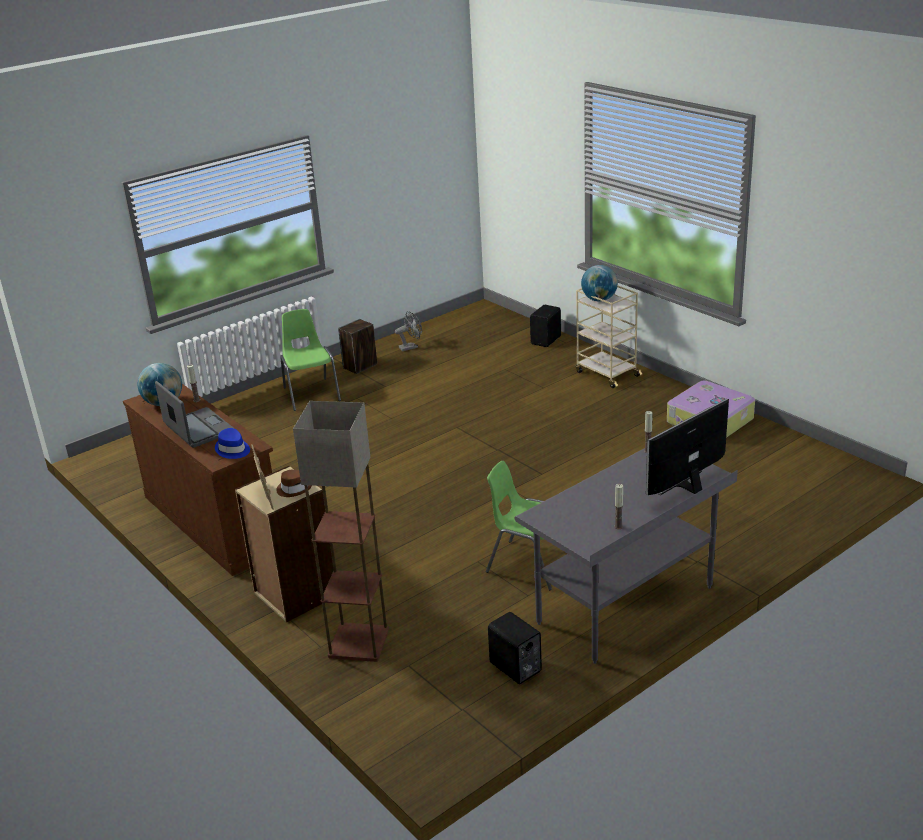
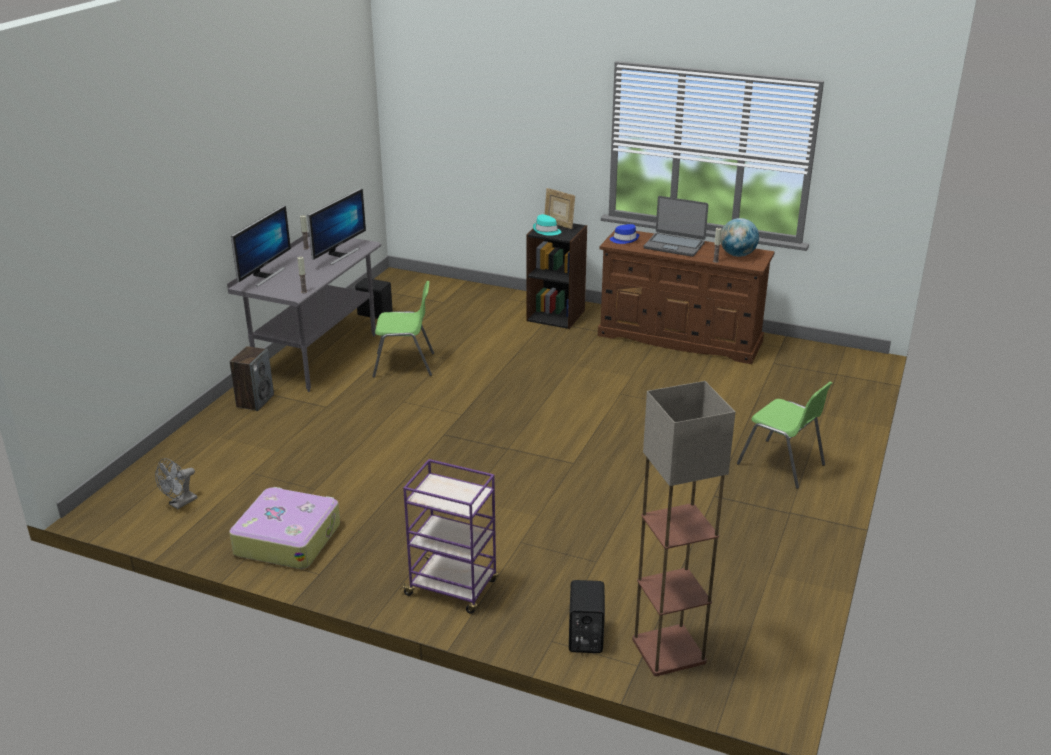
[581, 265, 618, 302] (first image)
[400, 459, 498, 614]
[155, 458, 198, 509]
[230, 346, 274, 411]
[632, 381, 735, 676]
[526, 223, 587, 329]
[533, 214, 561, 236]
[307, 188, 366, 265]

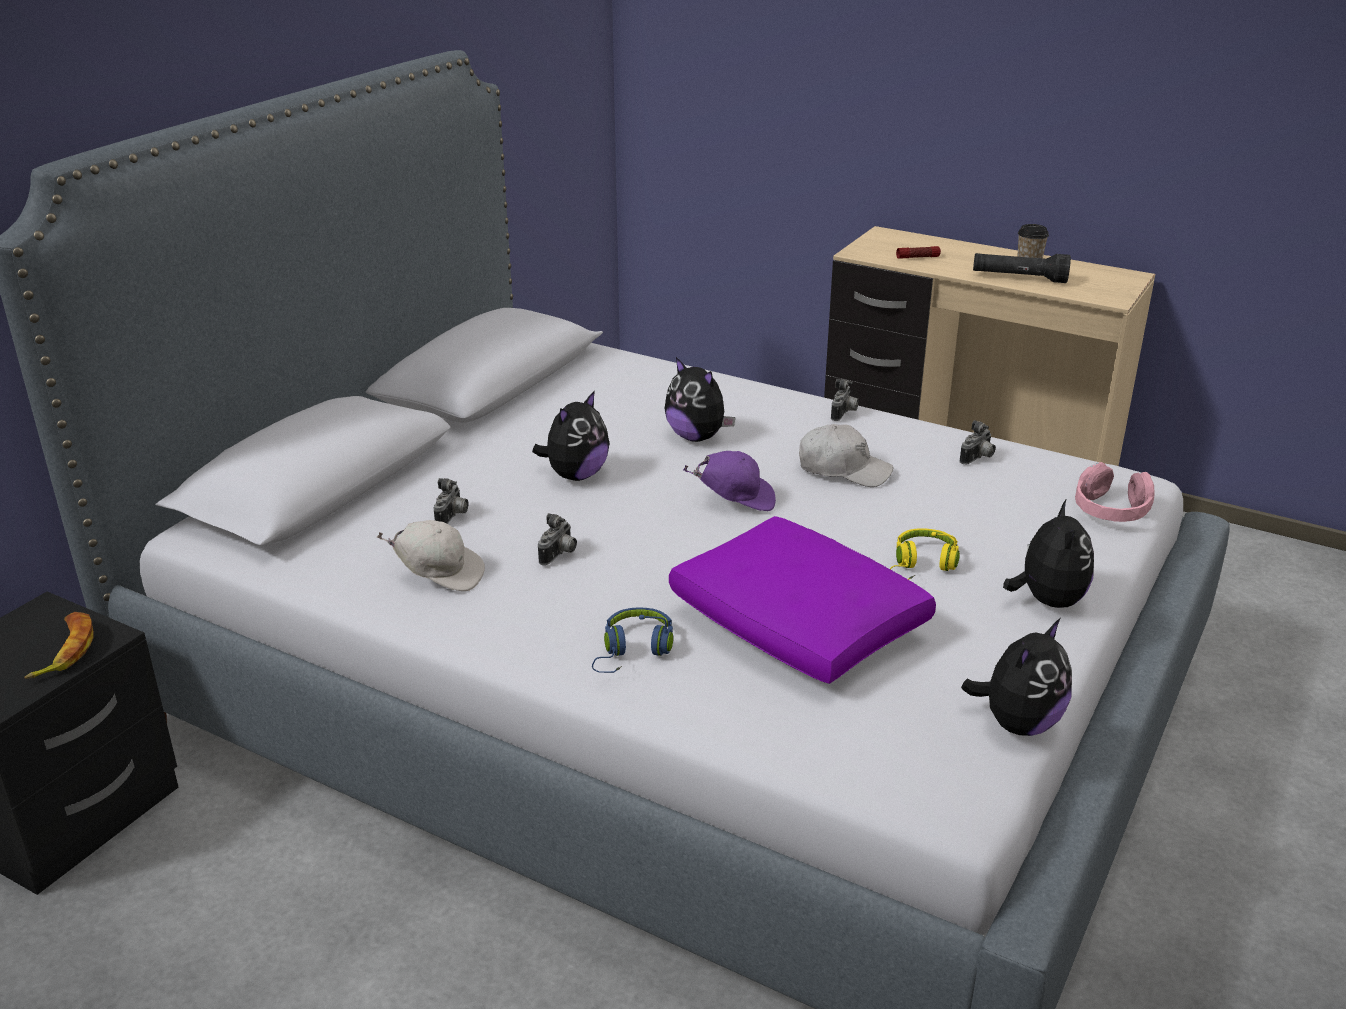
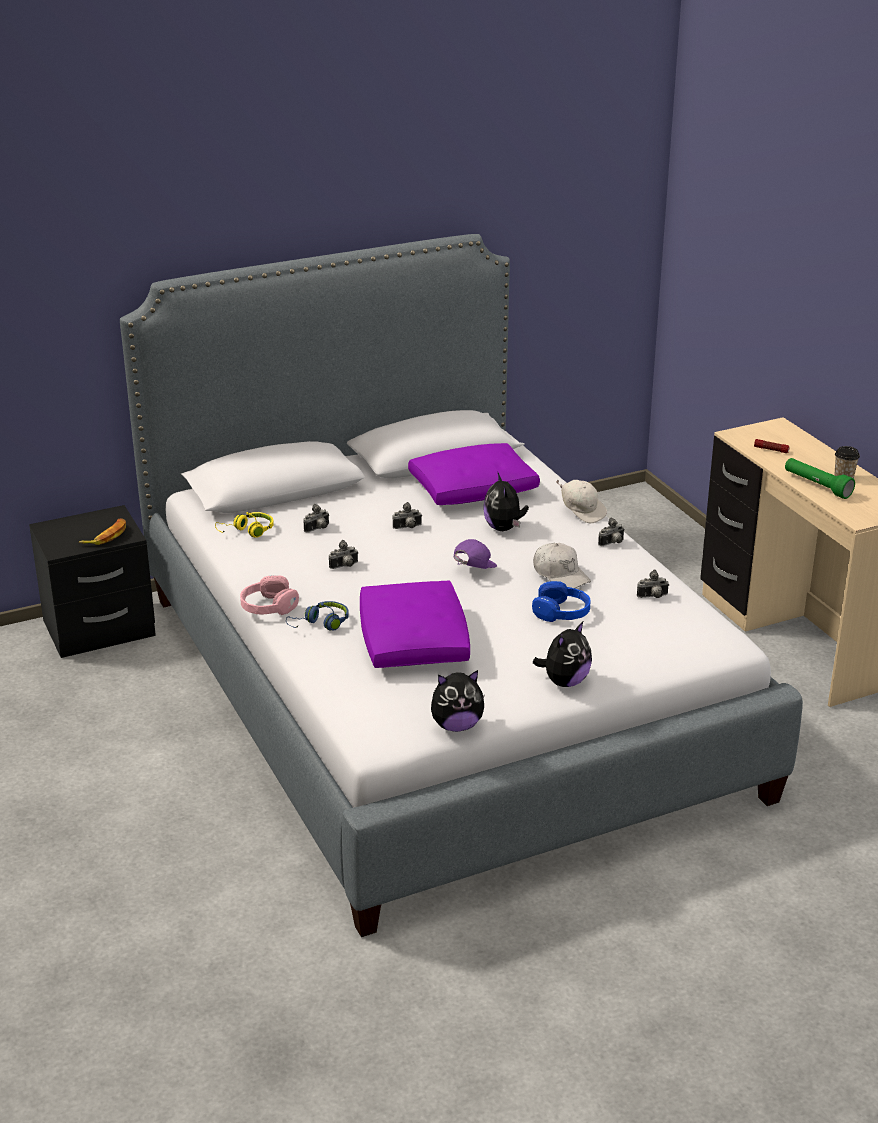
[785, 458, 855, 499]
[393, 502, 422, 529]
[454, 539, 497, 569]
[240, 575, 299, 615]
[556, 480, 607, 524]
[215, 512, 274, 538]
[408, 443, 540, 505]
[532, 581, 590, 622]

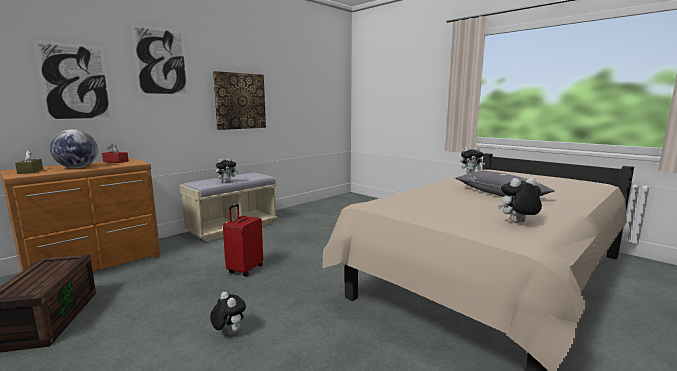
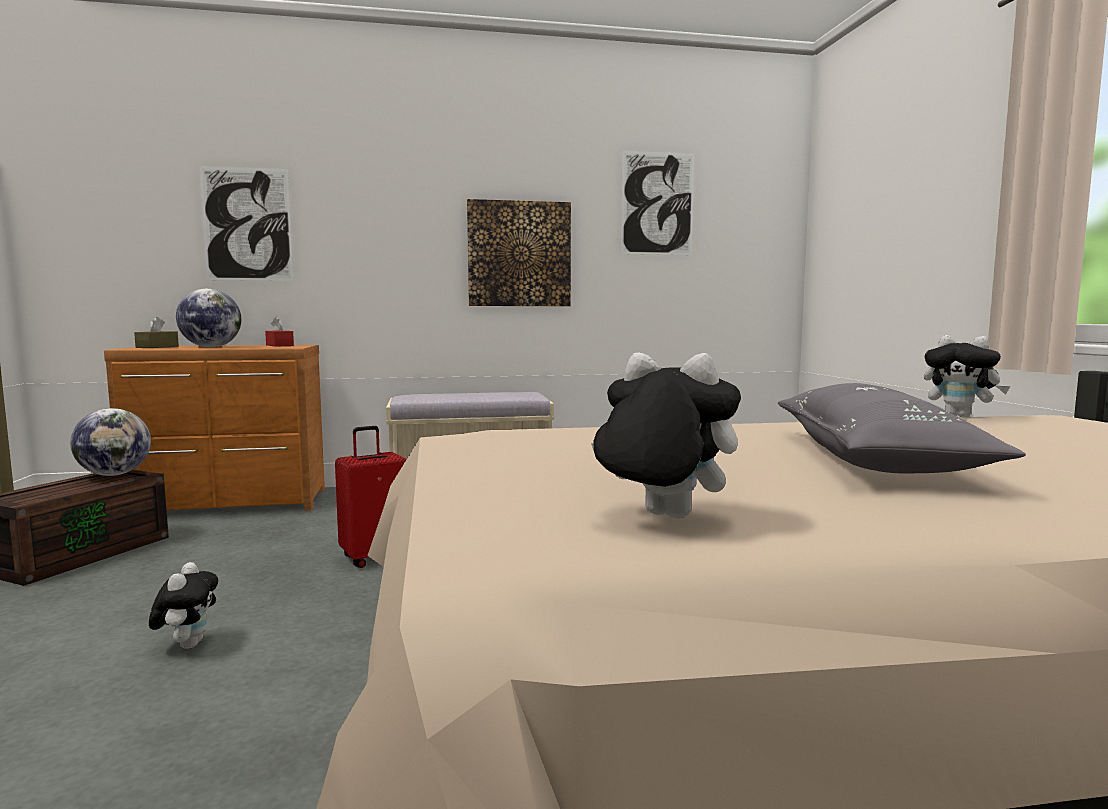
[621, 151, 694, 255]
[216, 158, 239, 183] (first image)
[70, 408, 151, 476]

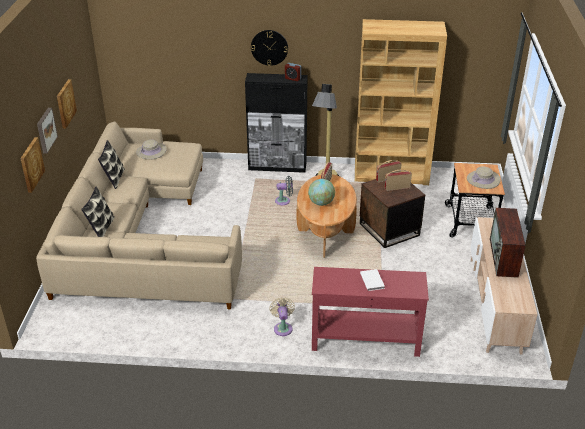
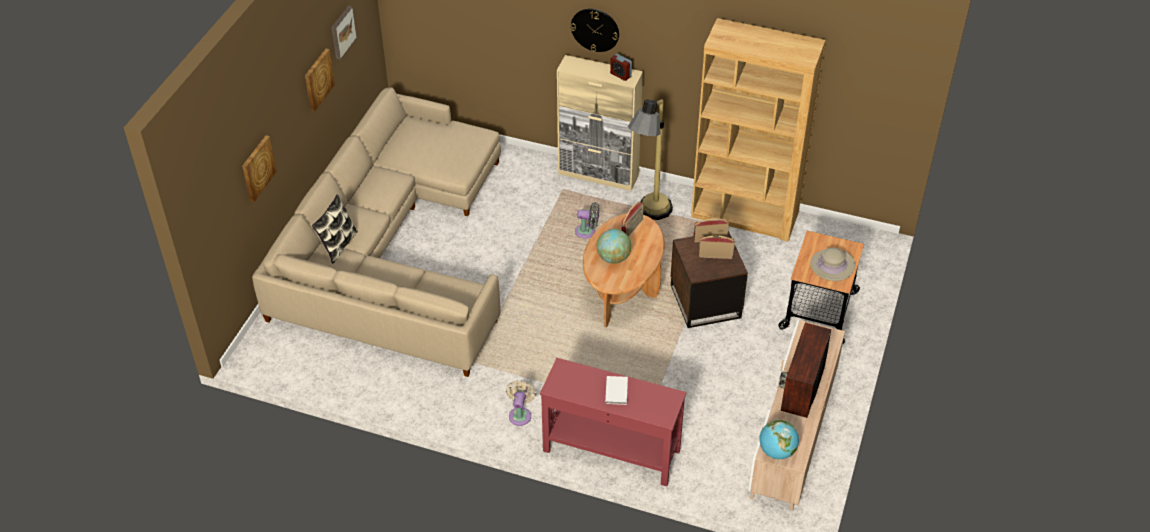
[557, 55, 643, 191]
[331, 5, 357, 60]
[136, 139, 167, 160] (first image)
[98, 140, 125, 189] (first image)
[759, 419, 799, 459]

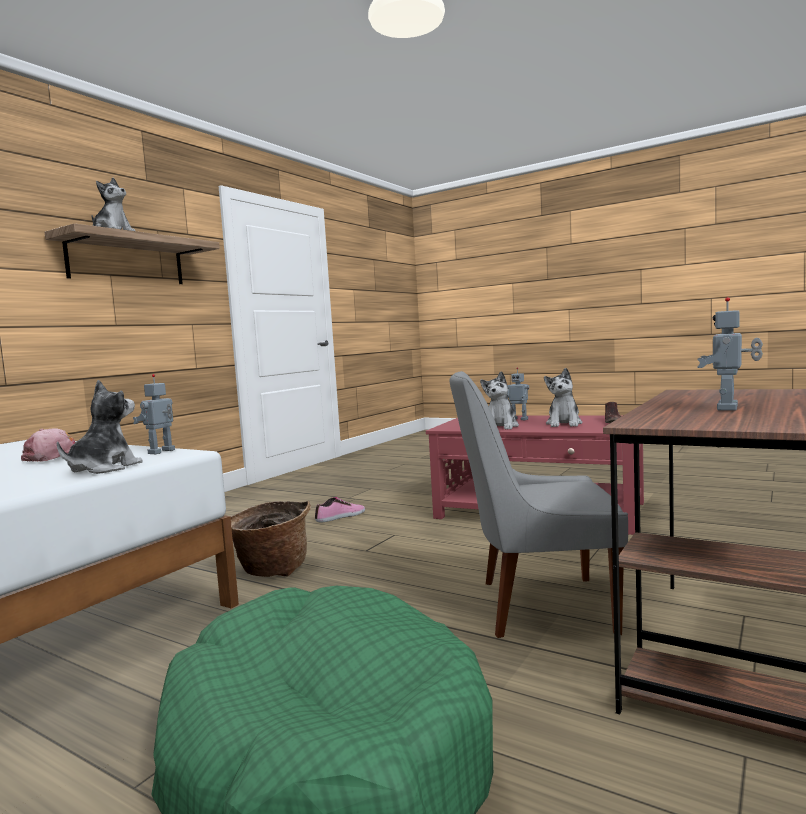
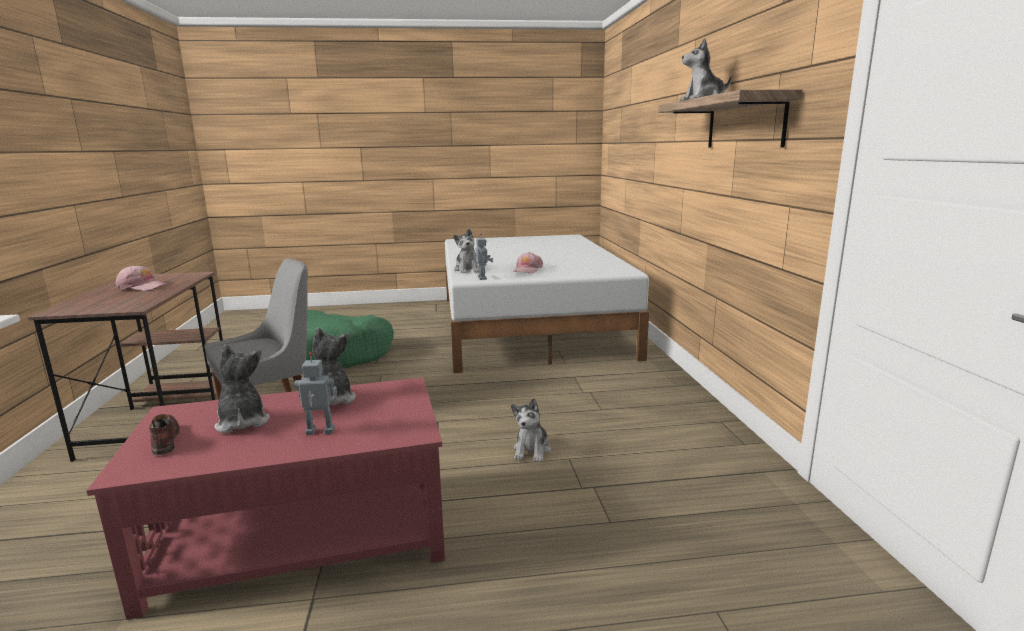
[116, 265, 169, 291]
[511, 398, 551, 462]
[230, 501, 311, 577] (first image)

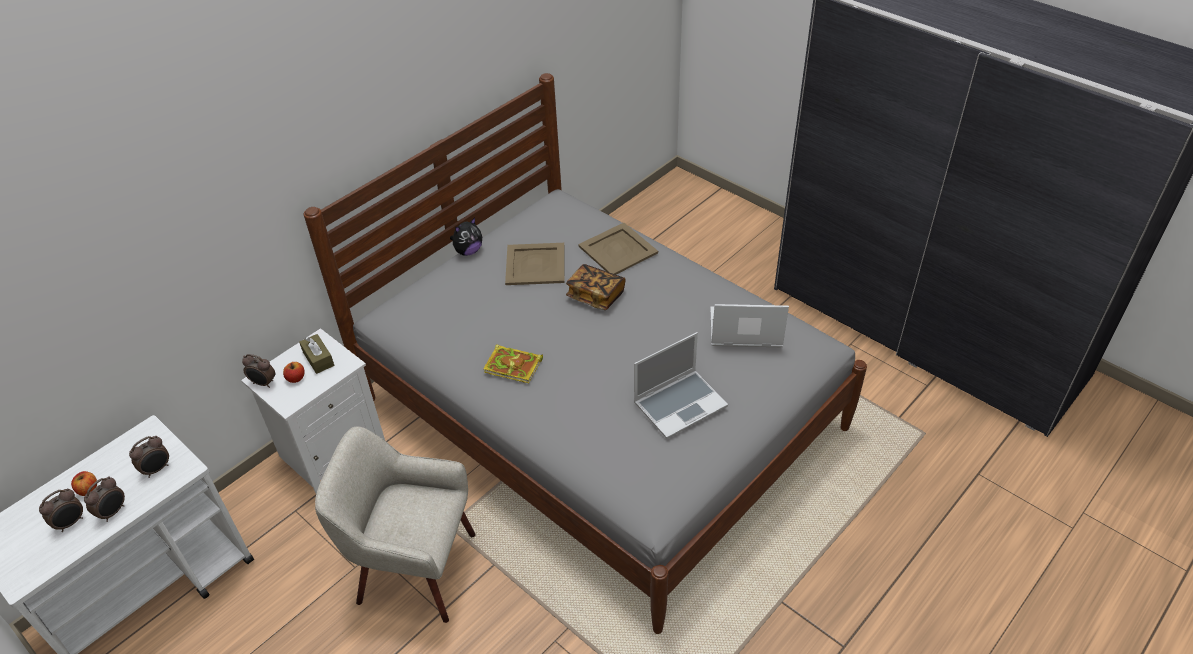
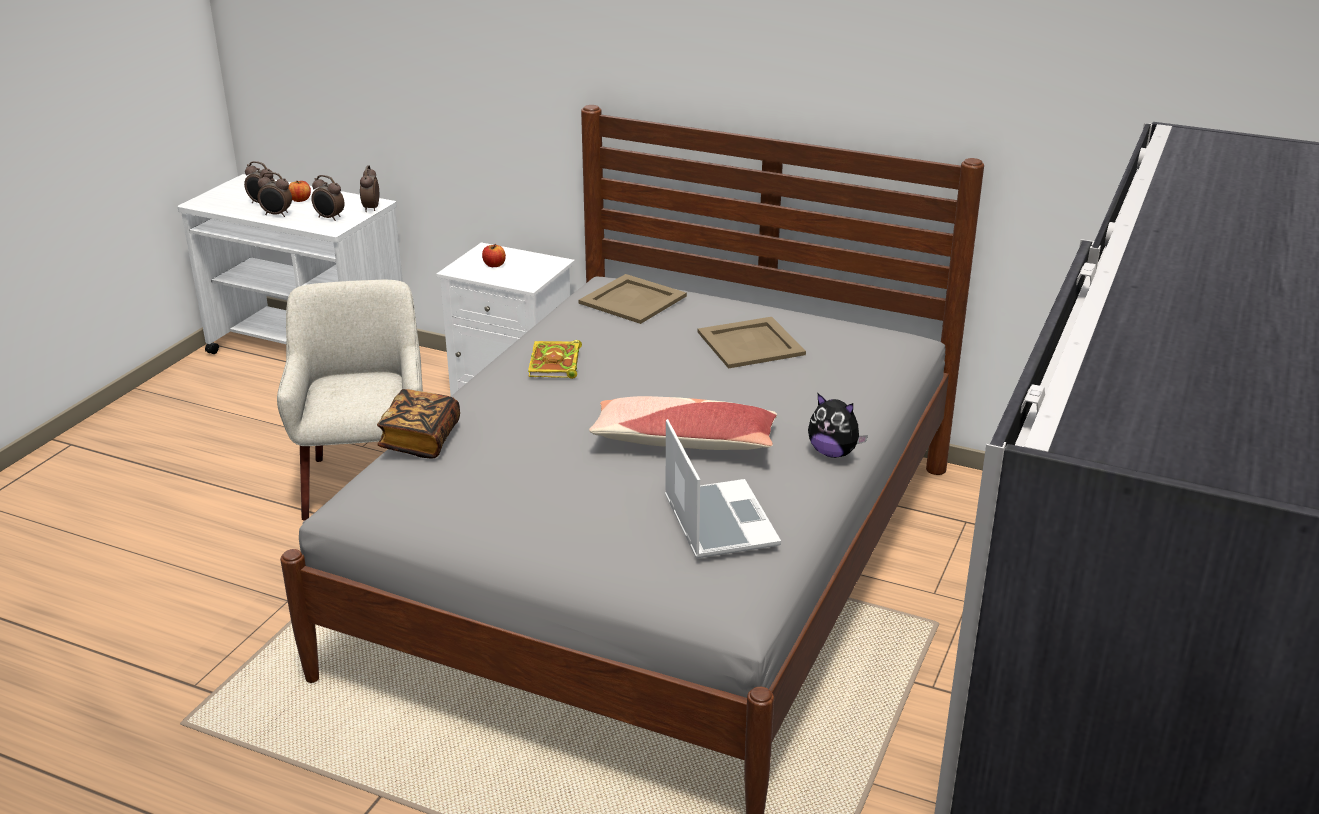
[808, 393, 868, 458]
[578, 274, 687, 324]
[377, 389, 460, 459]
[634, 332, 728, 439] (first image)
[299, 334, 334, 374] (first image)
[360, 165, 379, 212]
[589, 396, 777, 450]

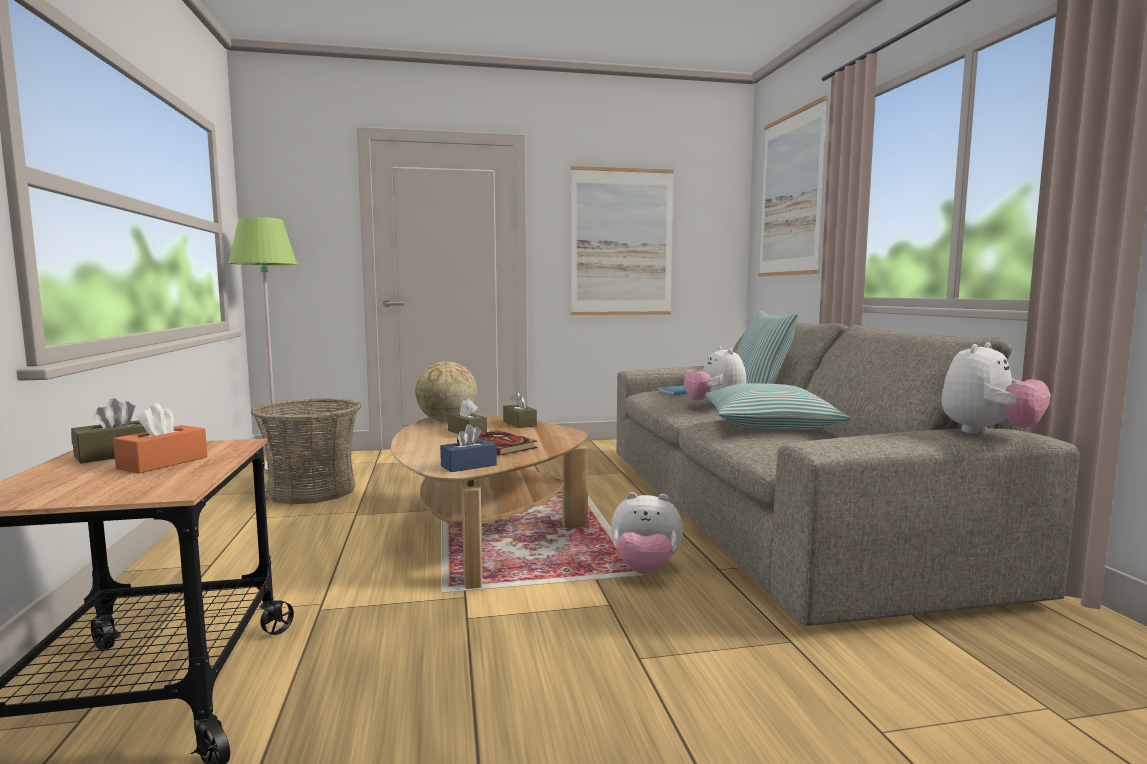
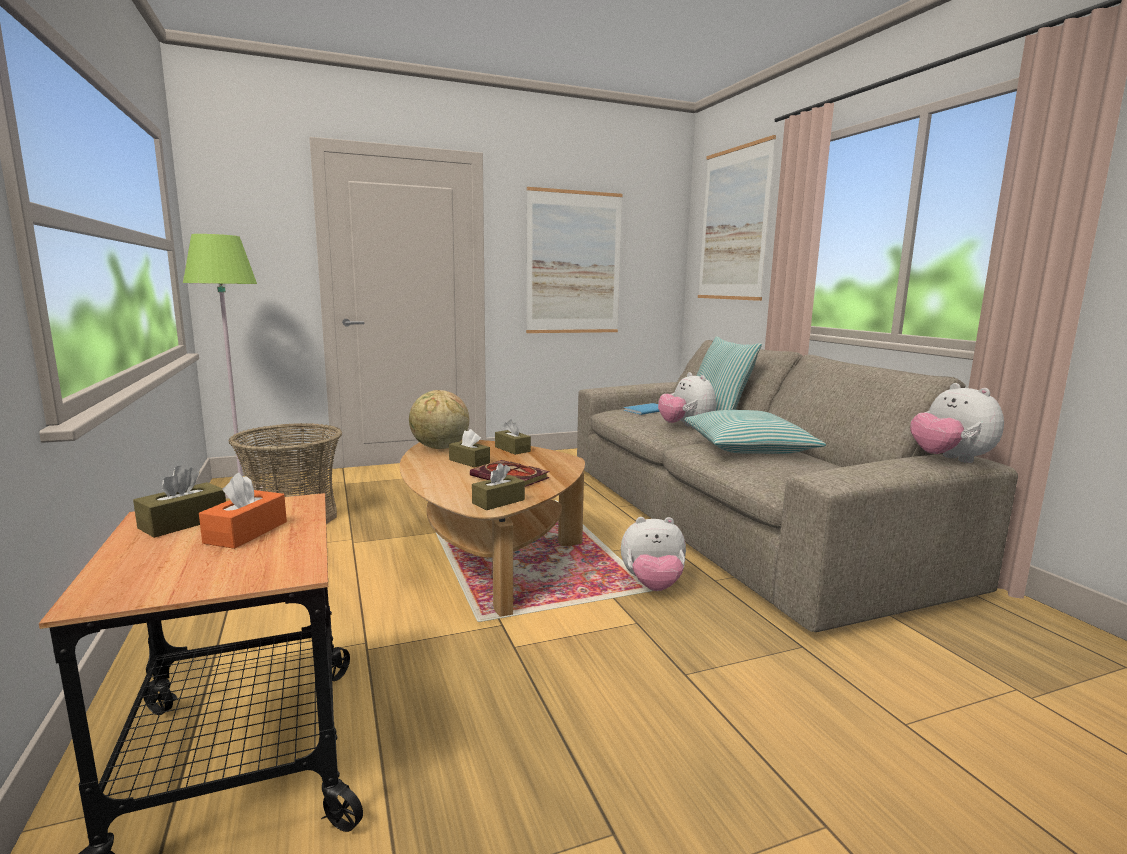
[910, 383, 1004, 463]
[472, 463, 525, 510]

